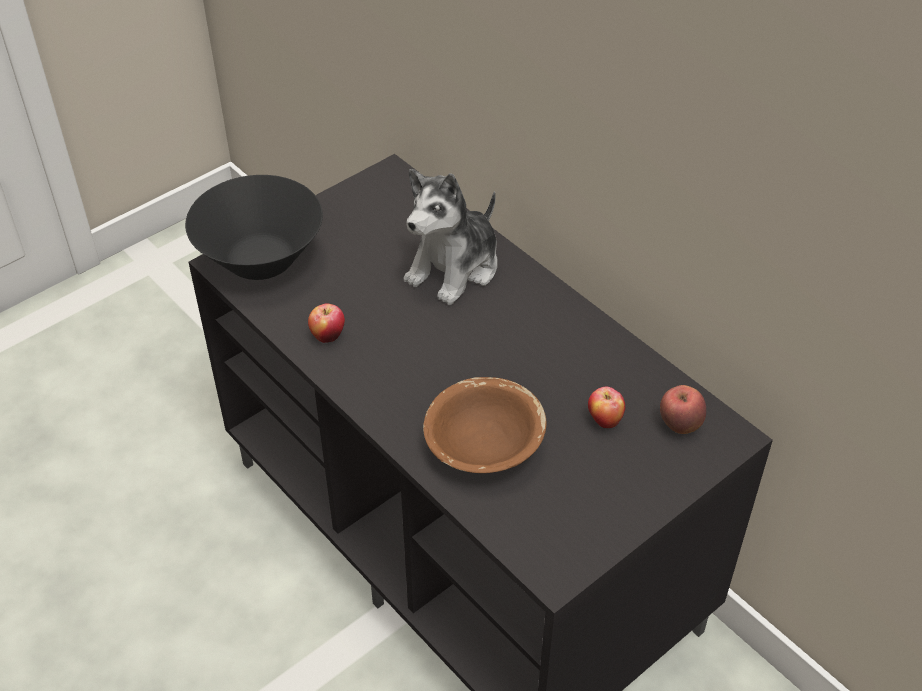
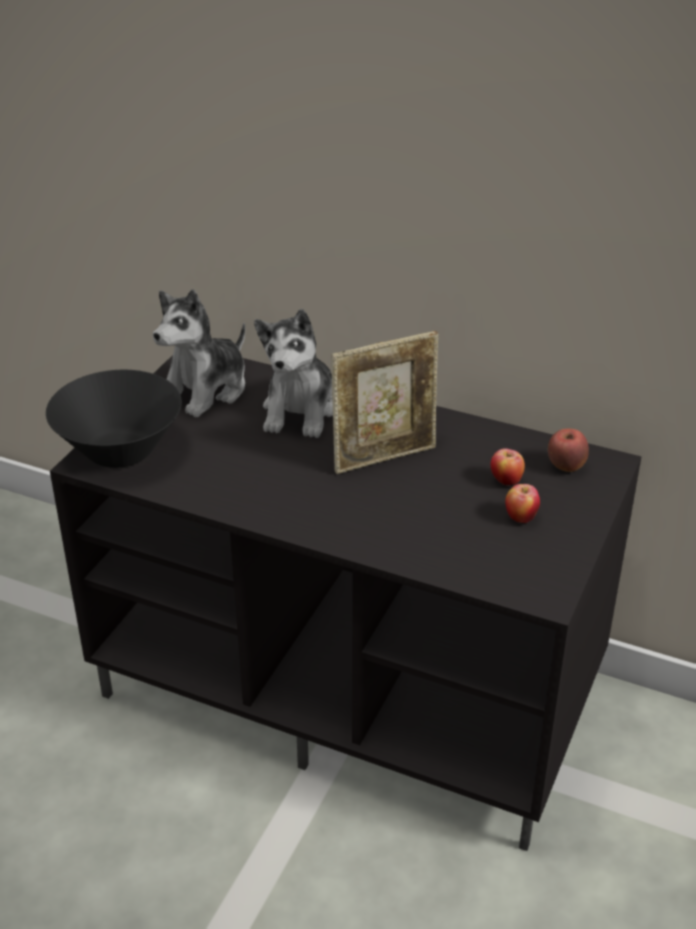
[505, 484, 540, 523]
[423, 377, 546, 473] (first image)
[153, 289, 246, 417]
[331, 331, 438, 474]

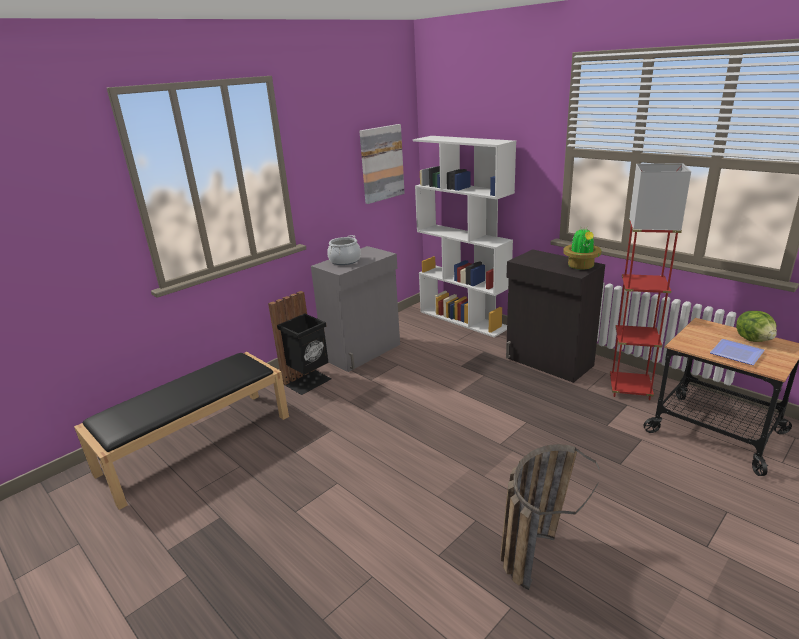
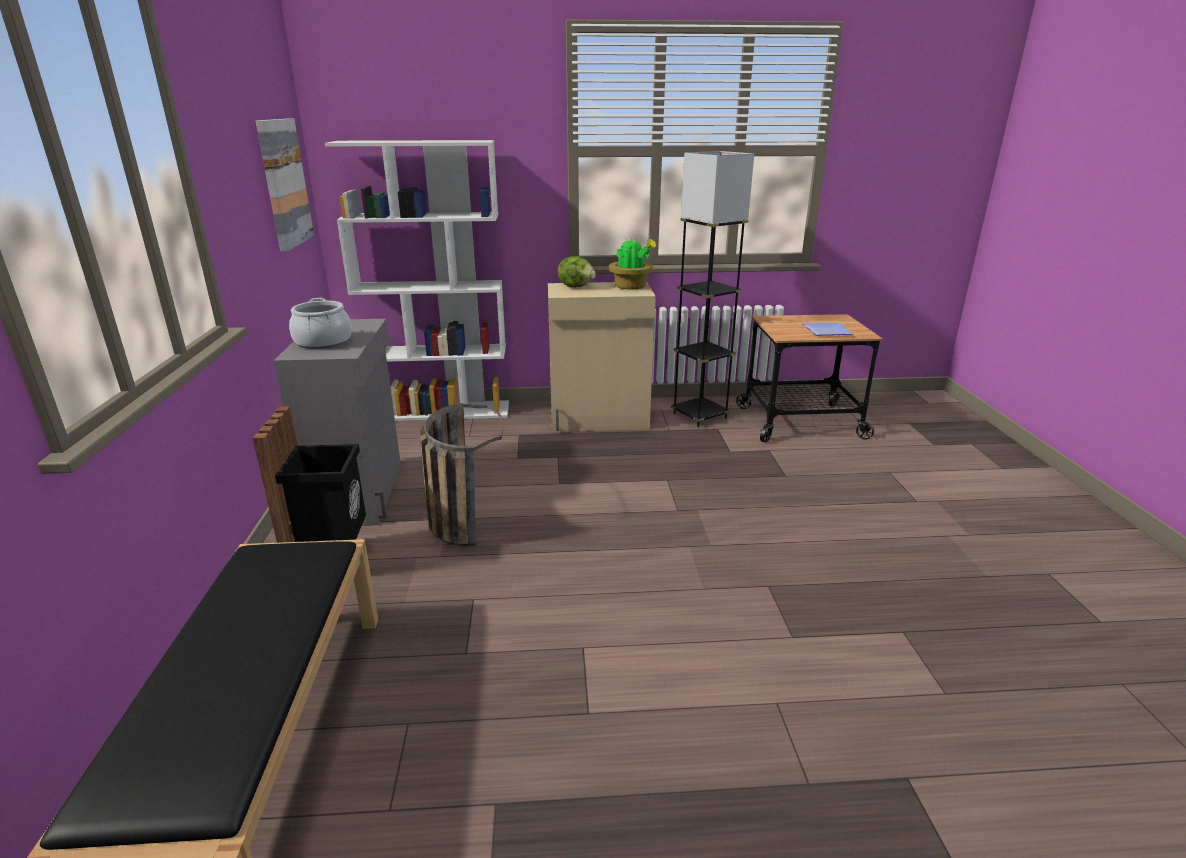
[671, 151, 754, 427]
[548, 282, 656, 432]
[558, 256, 596, 288]
[420, 403, 503, 546]

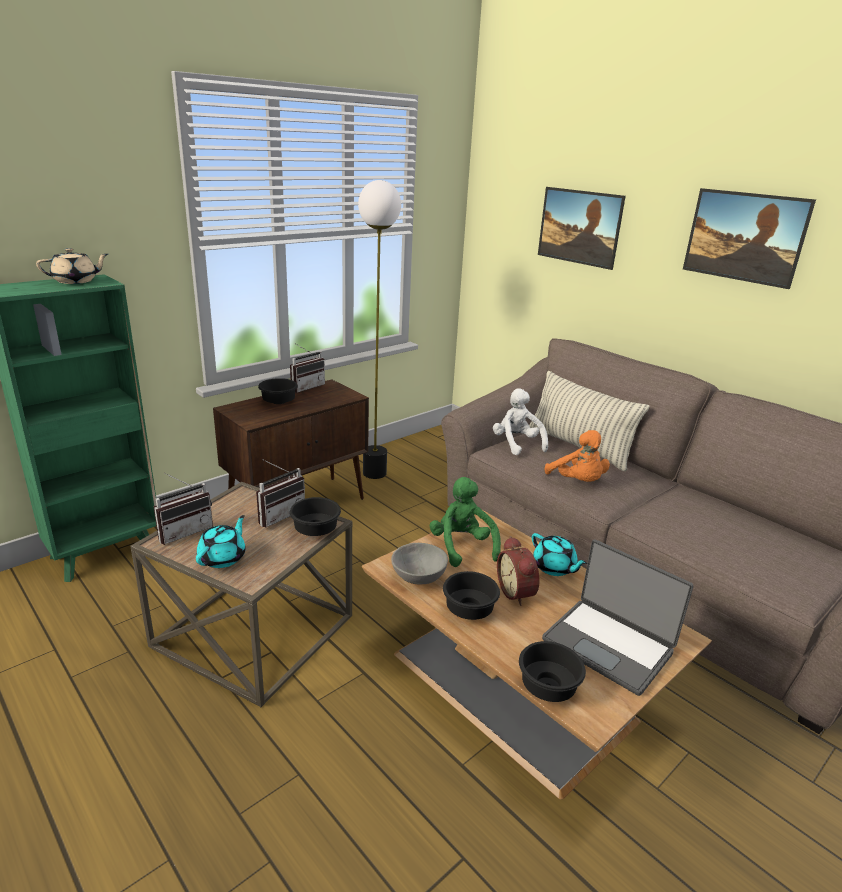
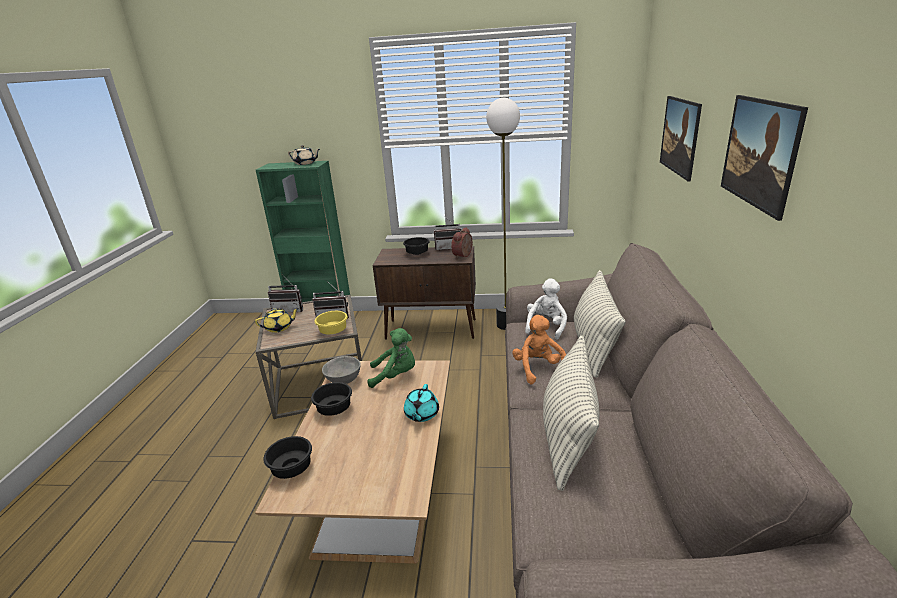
[512, 315, 567, 384]
[367, 328, 415, 388]
[315, 311, 348, 334]
[255, 308, 299, 333]
[451, 227, 473, 259]
[542, 539, 694, 696] (first image)
[543, 335, 600, 491]

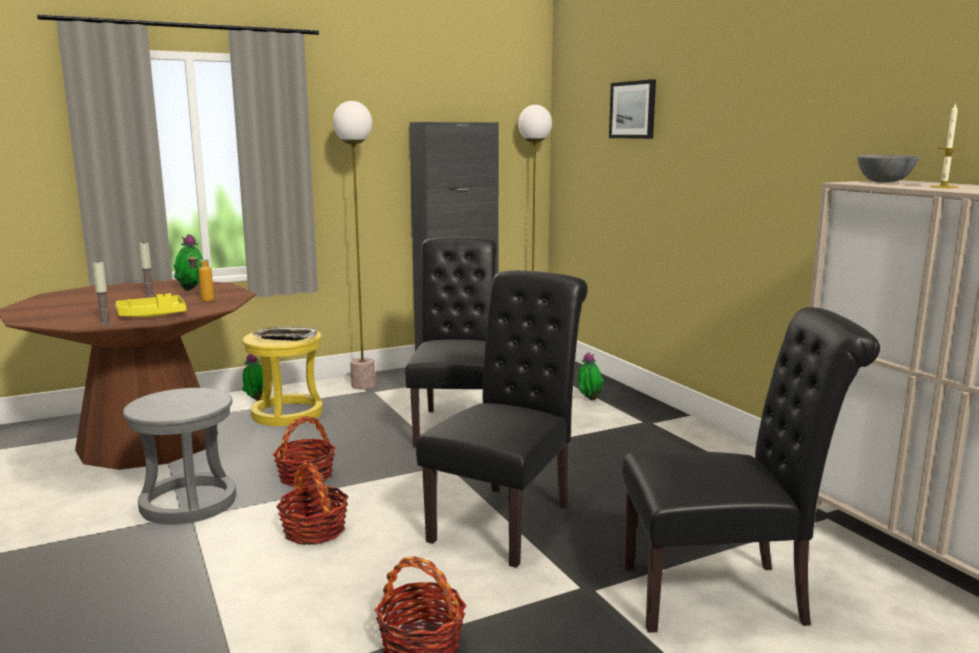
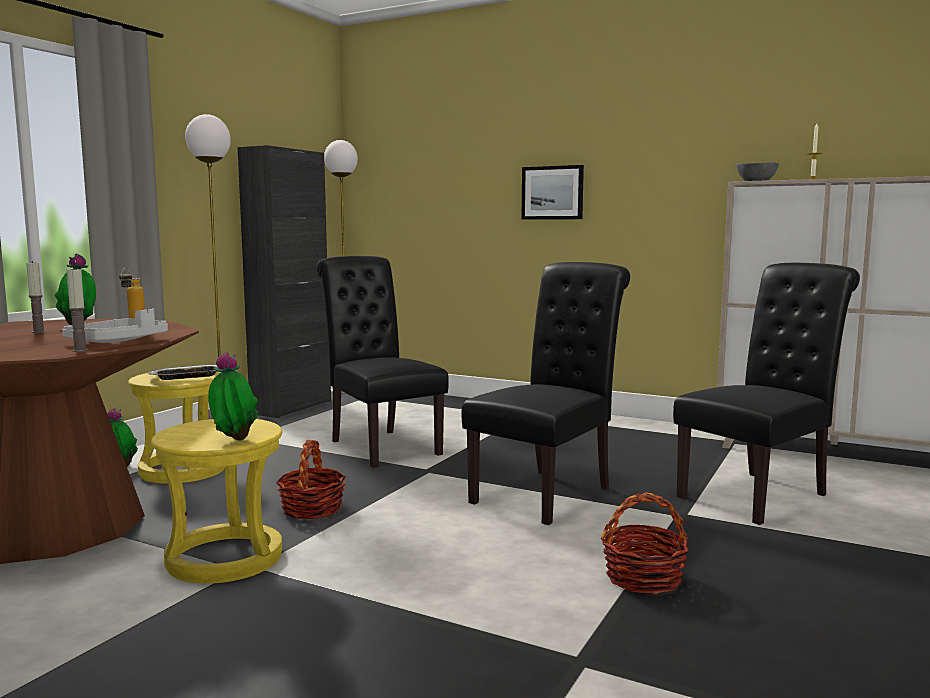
[521, 165, 584, 220]
[462, 262, 630, 525]
[62, 309, 168, 343]
[208, 352, 258, 441]
[151, 419, 282, 584]
[276, 462, 349, 545] (first image)

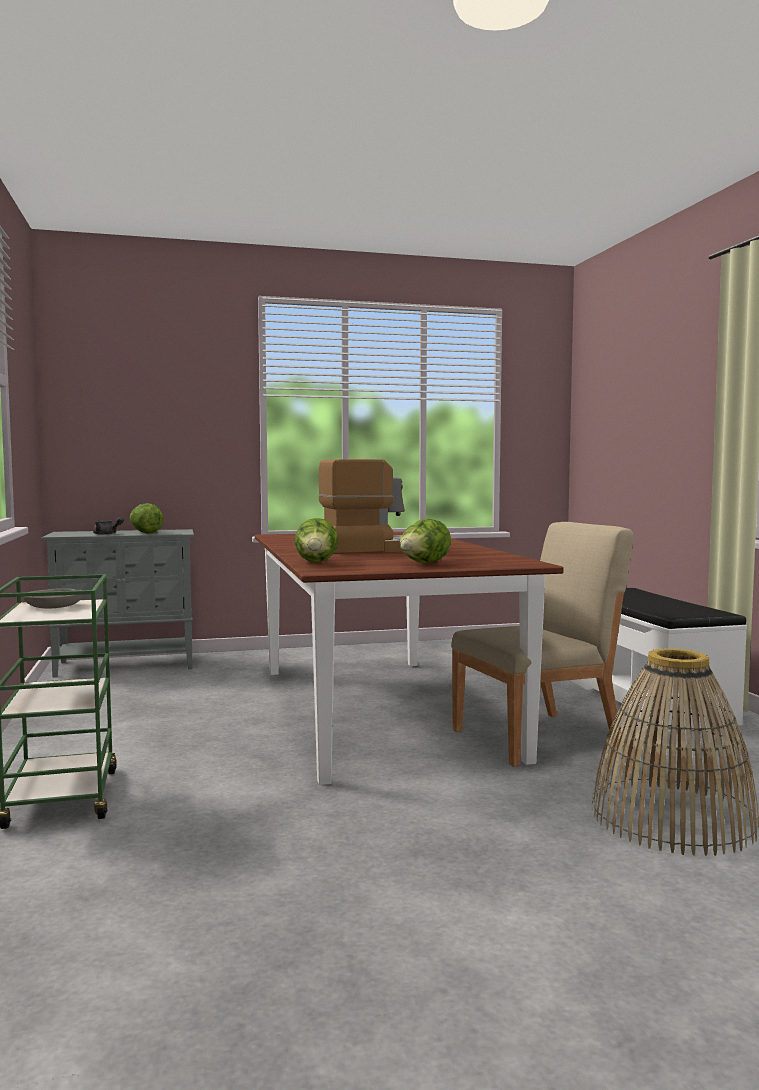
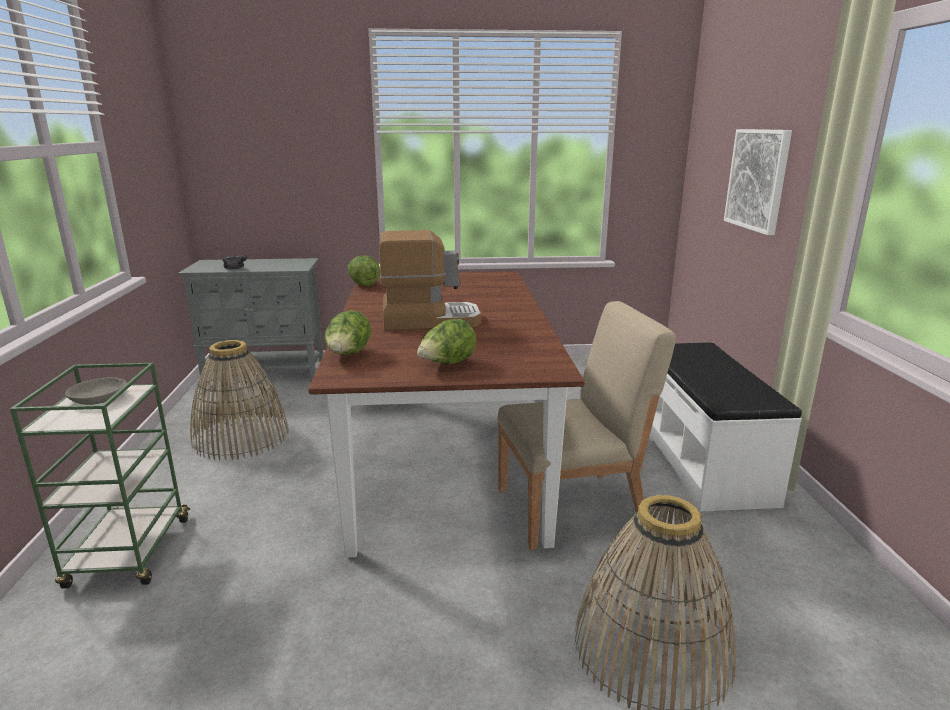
[348, 255, 380, 286]
[724, 129, 792, 235]
[190, 340, 289, 460]

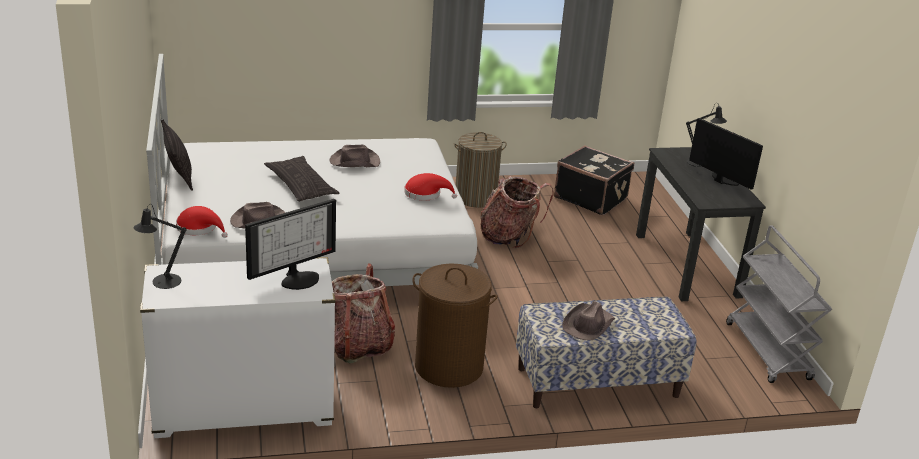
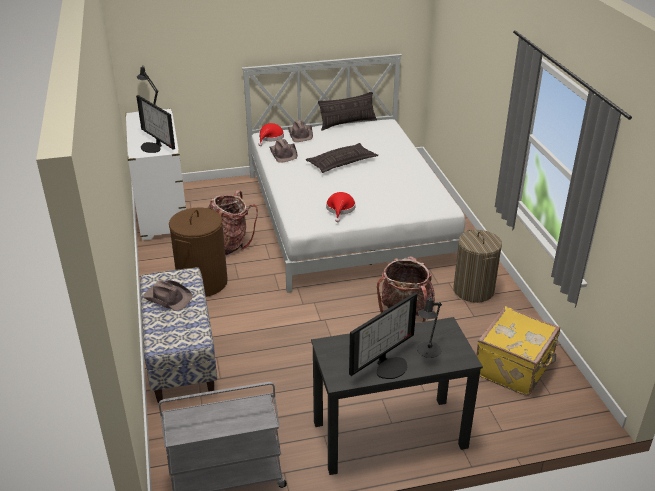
[288, 120, 313, 142]
[476, 306, 560, 396]

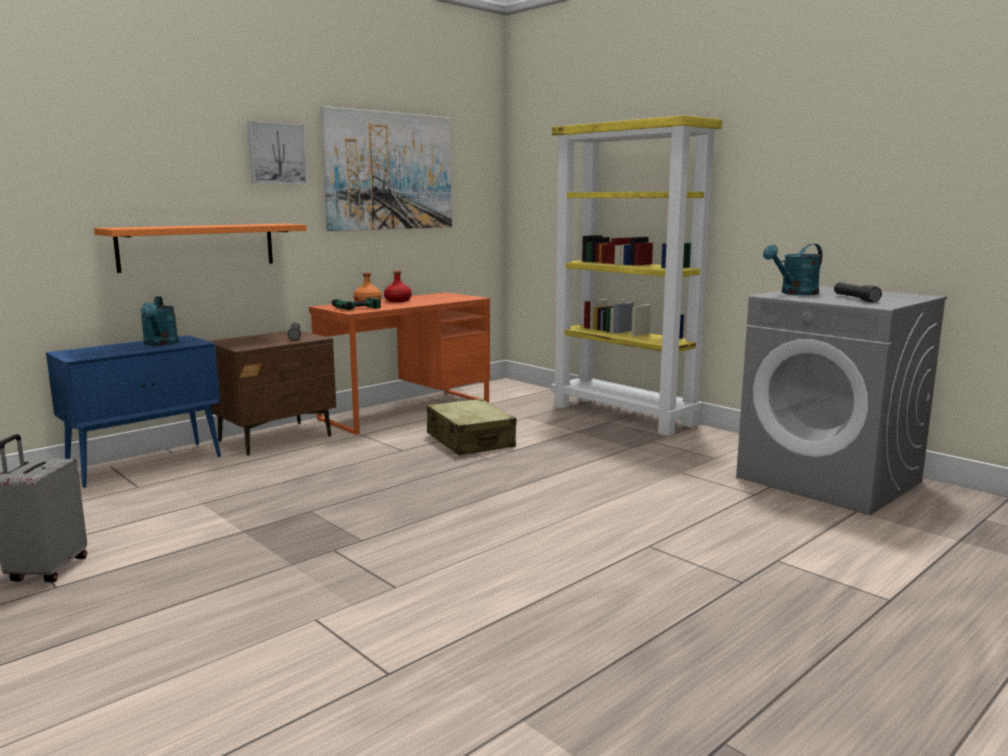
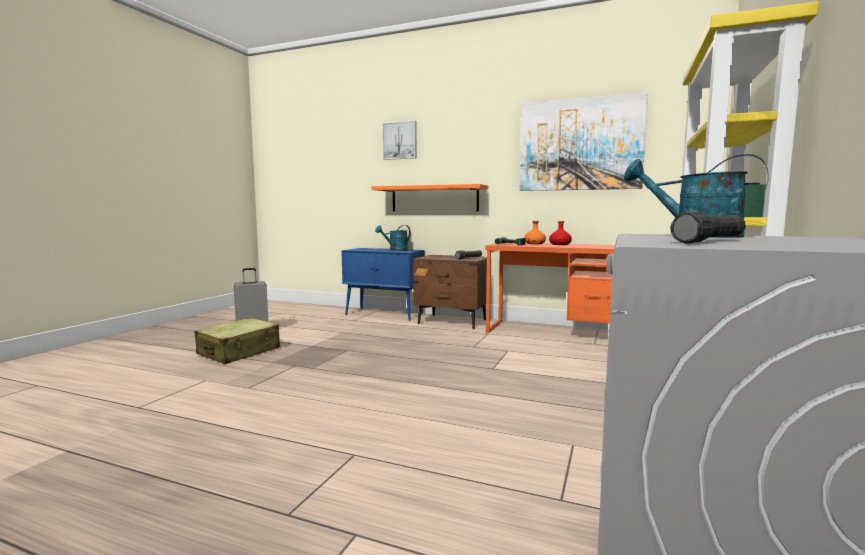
[382, 121, 417, 160]
[194, 317, 280, 364]

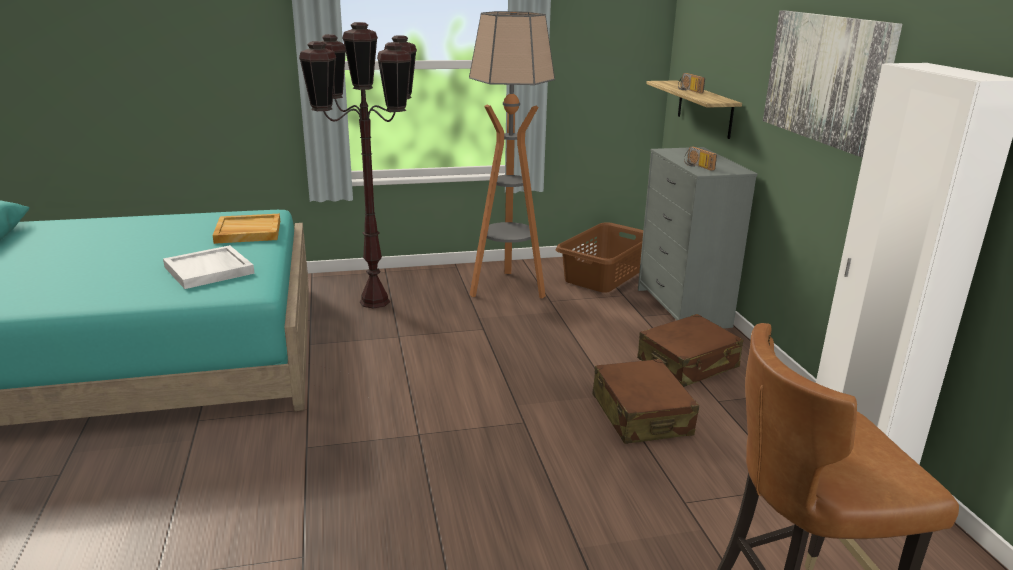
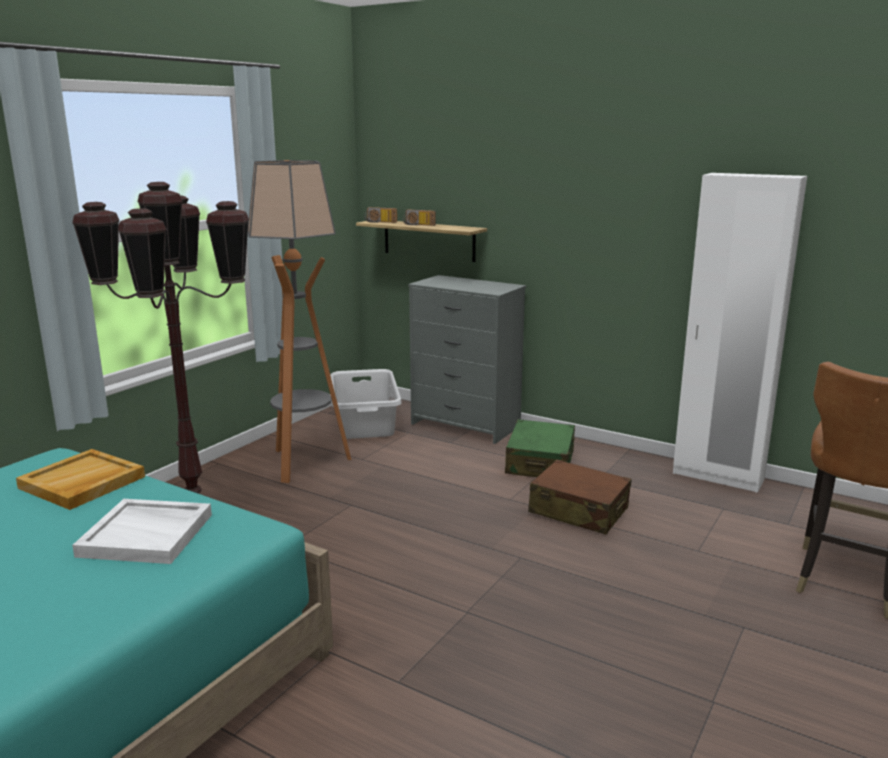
[763, 10, 902, 158] (first image)
[365, 207, 397, 223]
[330, 369, 402, 439]
[505, 420, 575, 477]

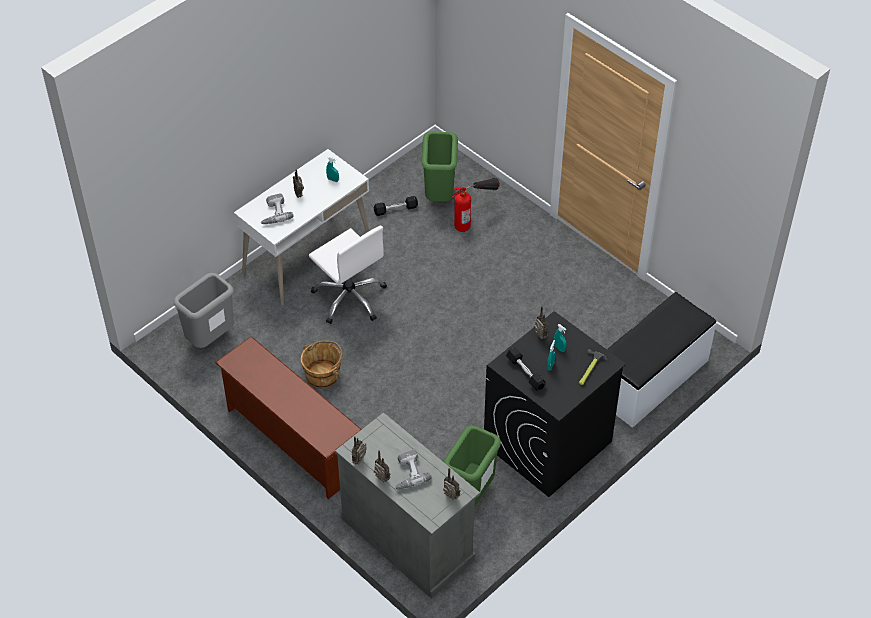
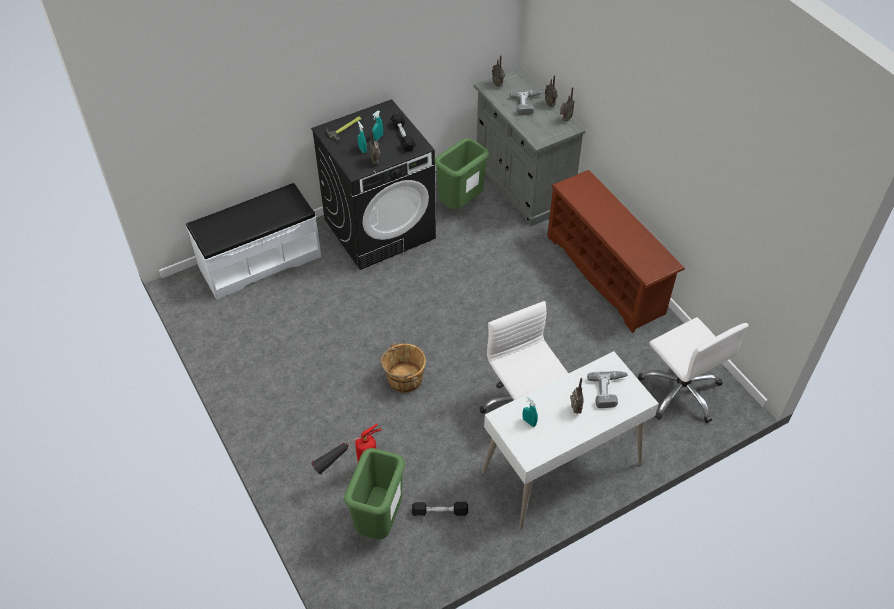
[638, 317, 749, 423]
[380, 343, 426, 393]

